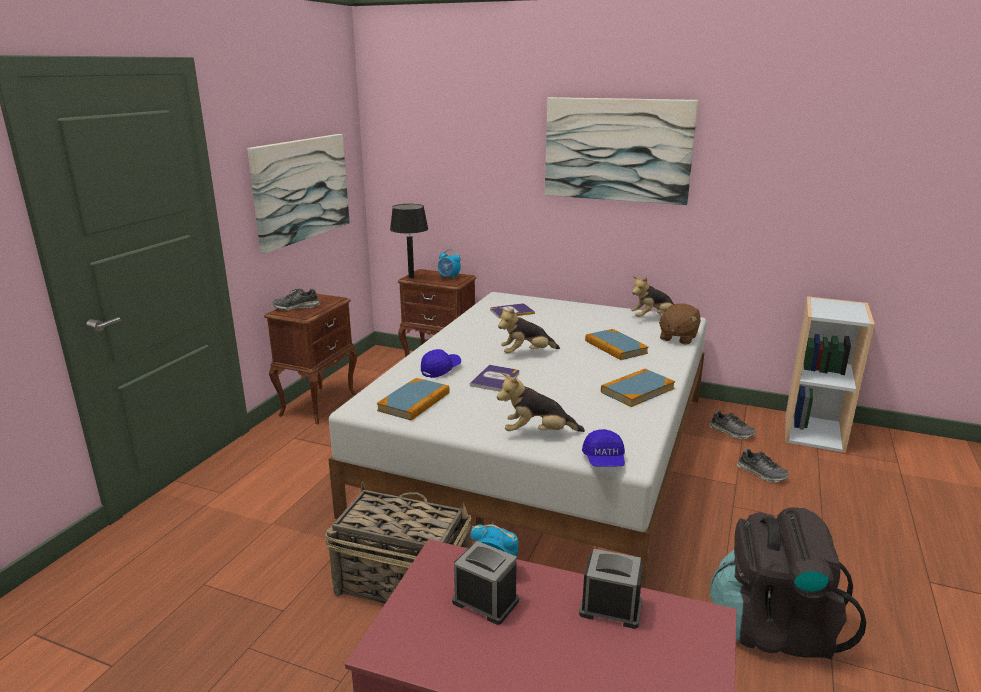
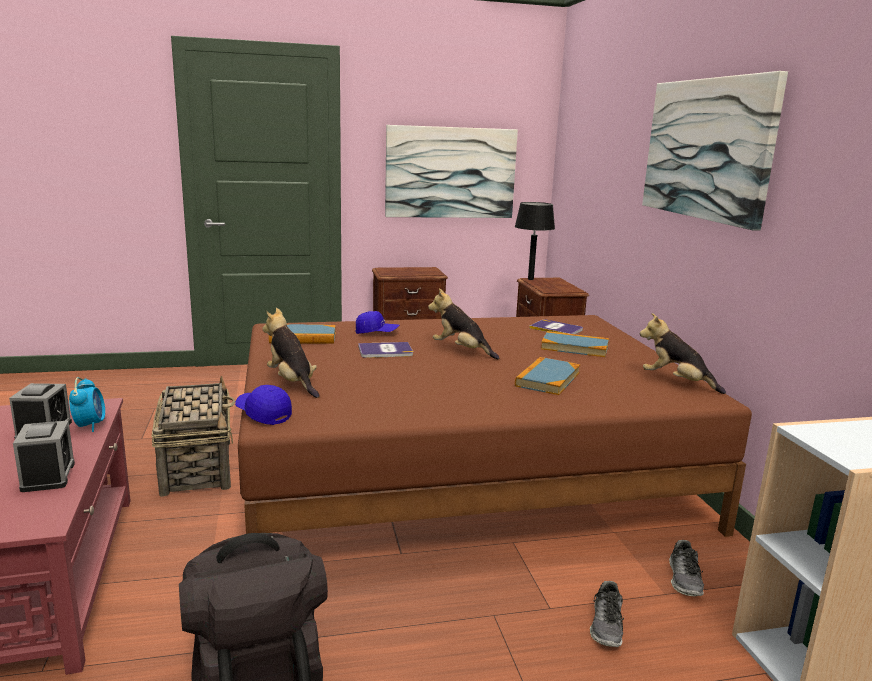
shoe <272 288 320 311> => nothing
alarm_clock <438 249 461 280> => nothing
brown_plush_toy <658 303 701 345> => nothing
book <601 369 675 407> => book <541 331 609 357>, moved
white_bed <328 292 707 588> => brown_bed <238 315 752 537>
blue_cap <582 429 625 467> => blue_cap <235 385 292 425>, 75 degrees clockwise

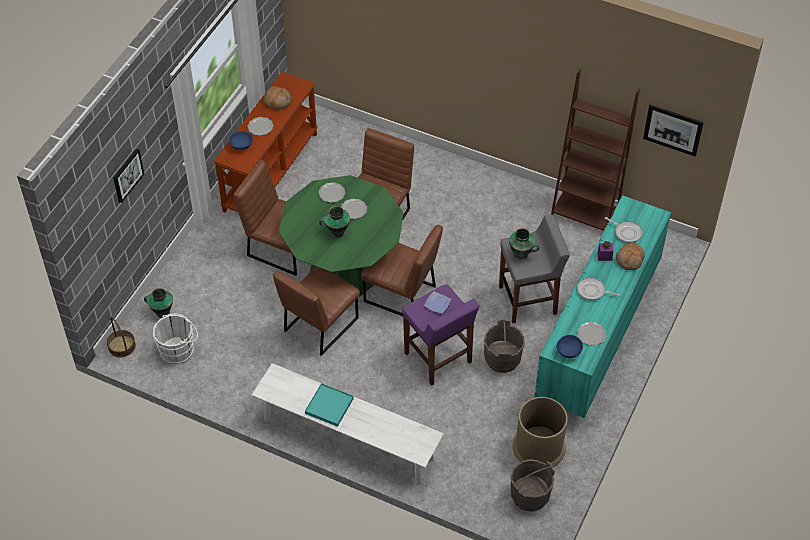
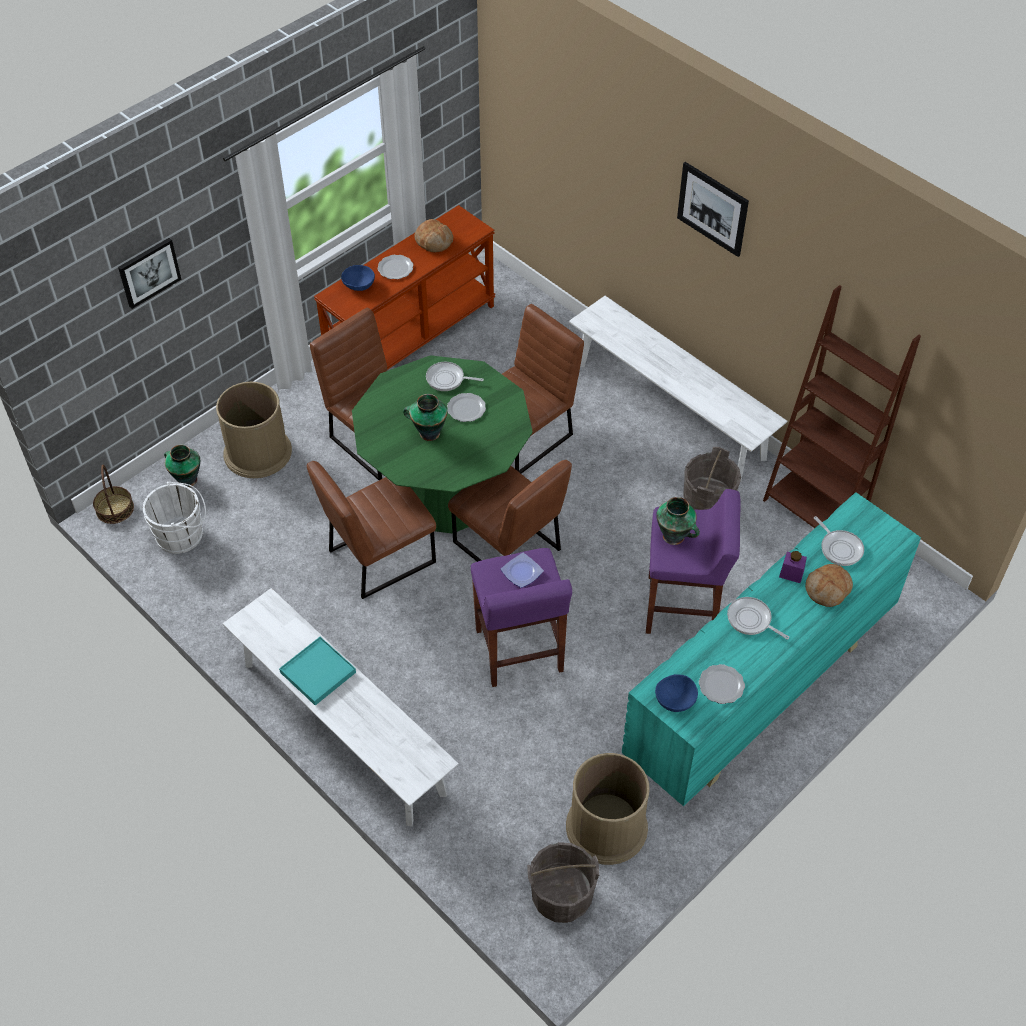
nothing => brown_trash_can <216 382 292 478>
nothing => white_bench <569 296 788 482>
grey_bucket <484 319 525 373> => grey_bucket <683 447 741 510>, moved
picture <643 105 704 157> => picture <677 162 749 257>, moved
plate <319 182 345 203> => frying_pan <426 362 484 391>
grey_stool <499 215 570 323> => purple_stool <646 489 741 634>

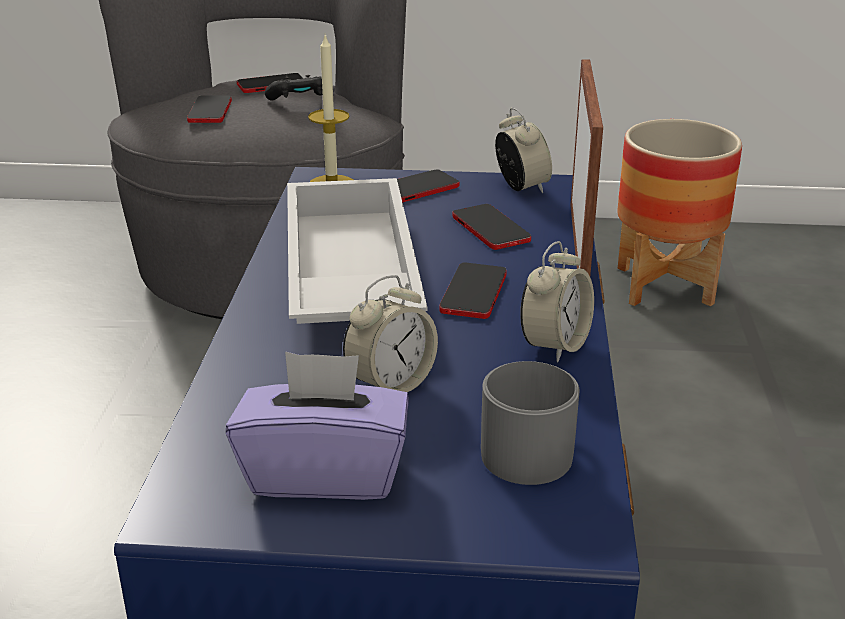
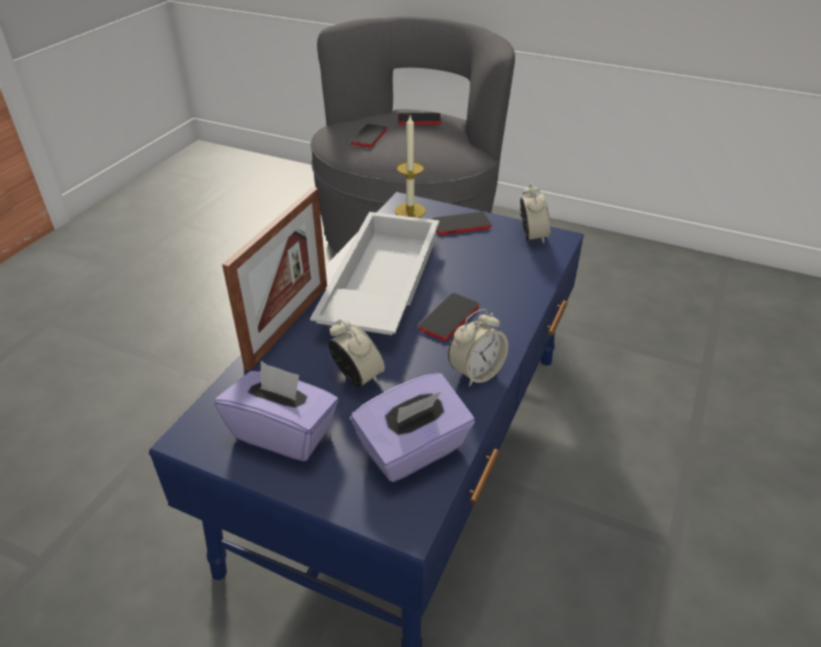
black_game_controller <265 75 323 101> => nothing
phone <452 204 531 250> => nothing
planter <617 119 742 306> => nothing
picture_frame <571 59 603 276> => picture_frame <222 187 327 370>, moved
grey_mug <481 361 580 485> => purple_tissue_box <351 373 475 482>
alarm_clock <343 275 438 392> => alarm_clock <328 319 385 387>, 105 degrees counterclockwise

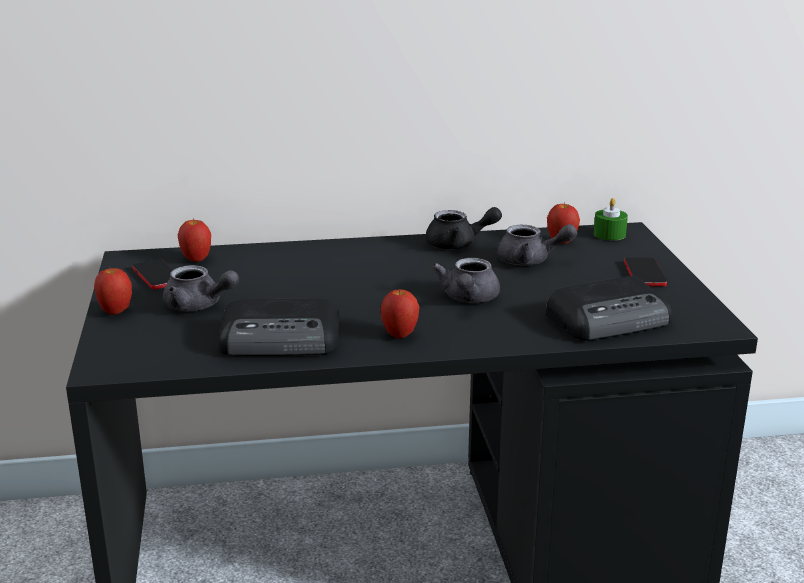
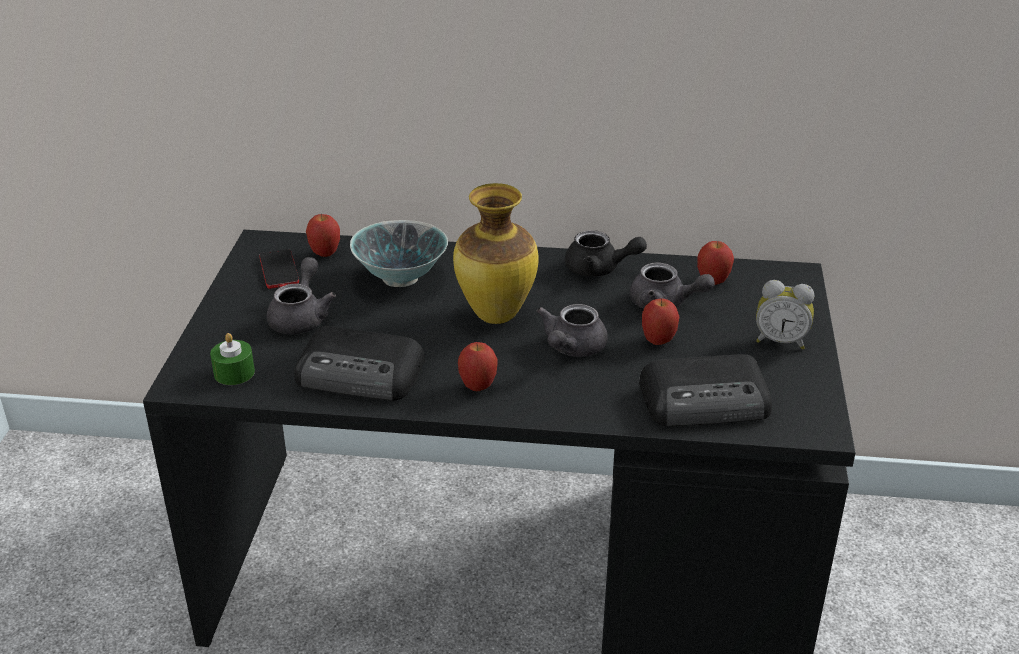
nothing => bowl <350 220 448 287>
nothing => vase <453 183 539 324>
apple <94 267 132 315> => apple <642 298 679 345>, moved
green_candle <594 198 628 241> => green_candle <210 333 255 385>, moved
phone <624 257 667 286> => alarm_clock <756 280 814 349>
grey_teapot <163 265 239 311> => grey_teapot <267 257 336 334>, 120 degrees counterclockwise

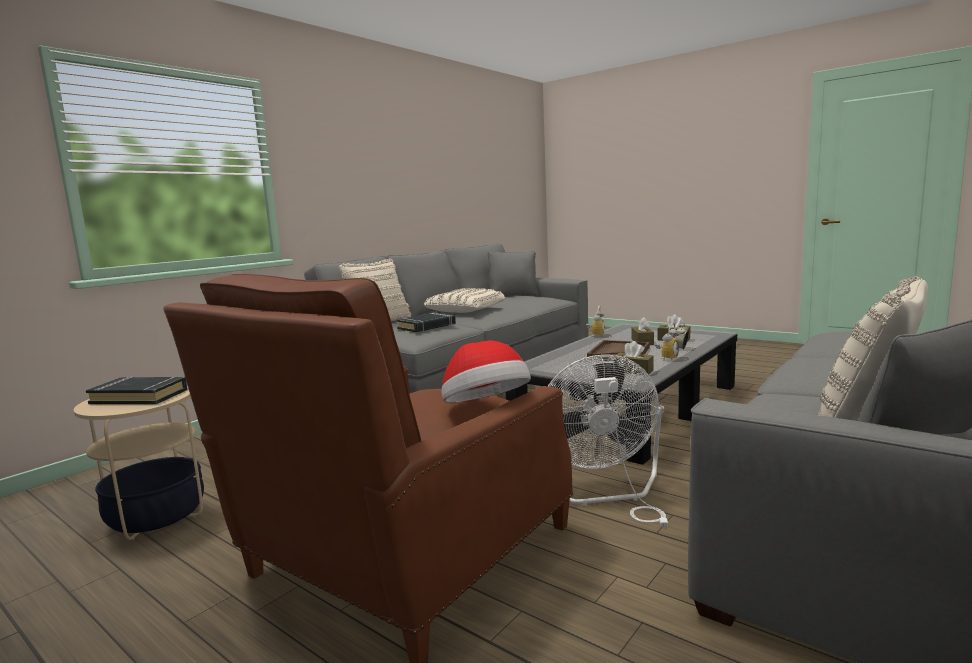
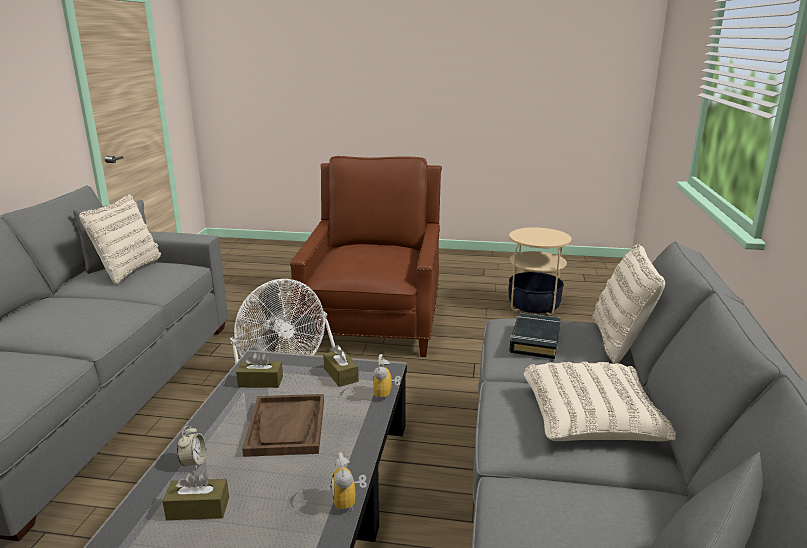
black_book <86 376 187 405> => nothing
hat <441 341 531 403> => nothing
brown_tissue_box <631 317 654 345> => brown_tissue_box <323 345 359 387>, moved
alarm_clock <655 323 679 360> => alarm_clock <373 354 401 400>, moved

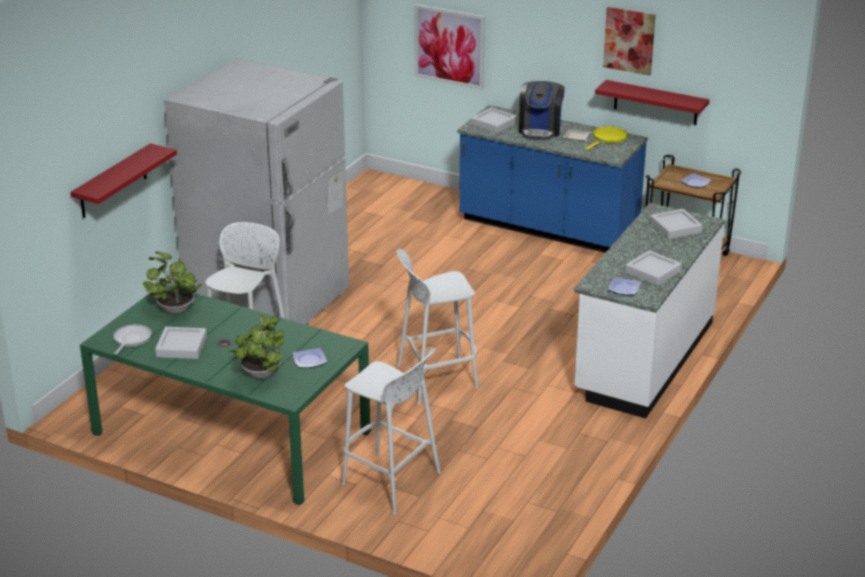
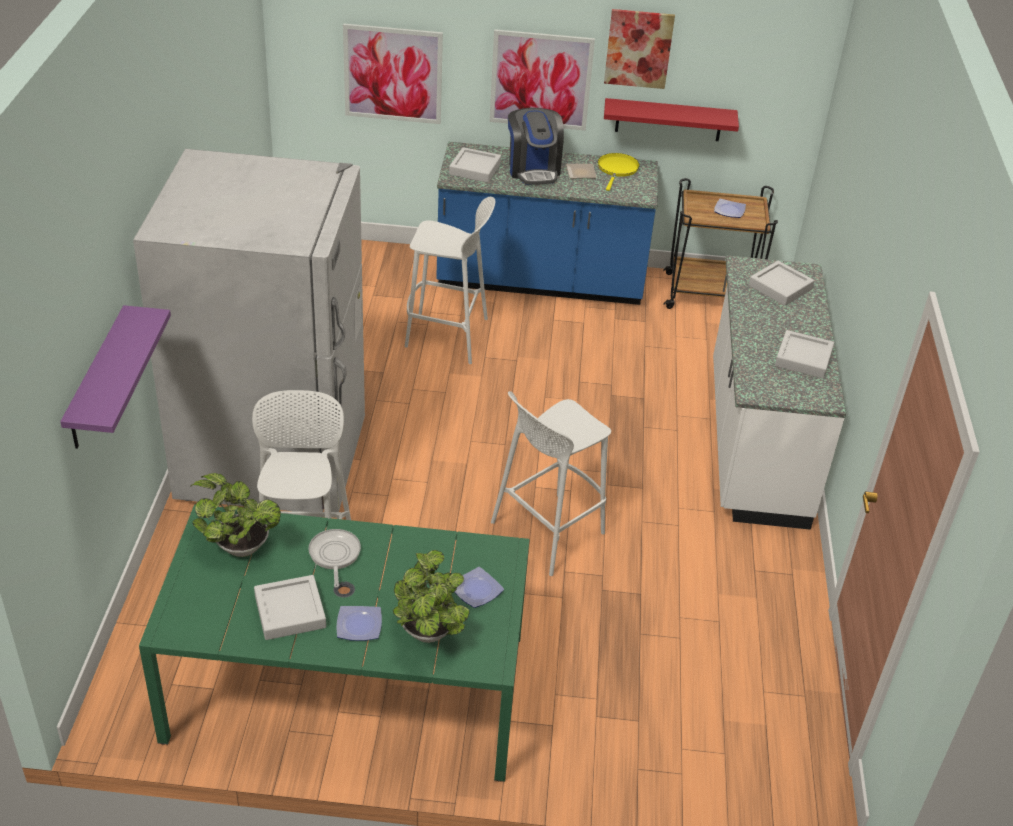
nothing => picture <490 29 595 131>
frying_pan <113 324 152 354> => frying_pan <308 529 361 588>, moved
white_stool <342 348 441 515> => white_stool <405 197 495 364>, moved
plate <608 277 641 295> => plate <336 606 382 641>, moved
red_shelf <70 143 177 218> => purple_shelf <60 305 171 449>

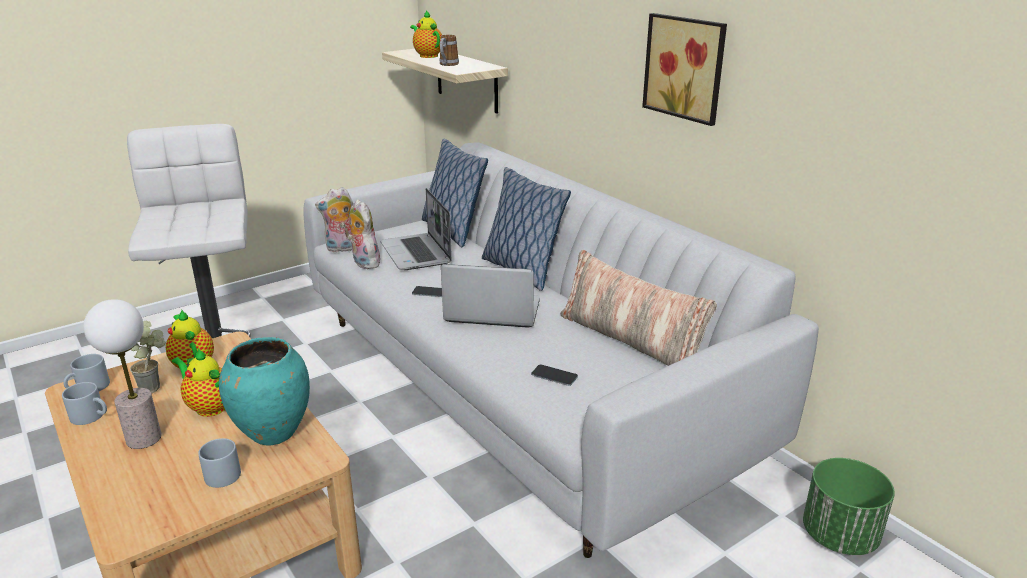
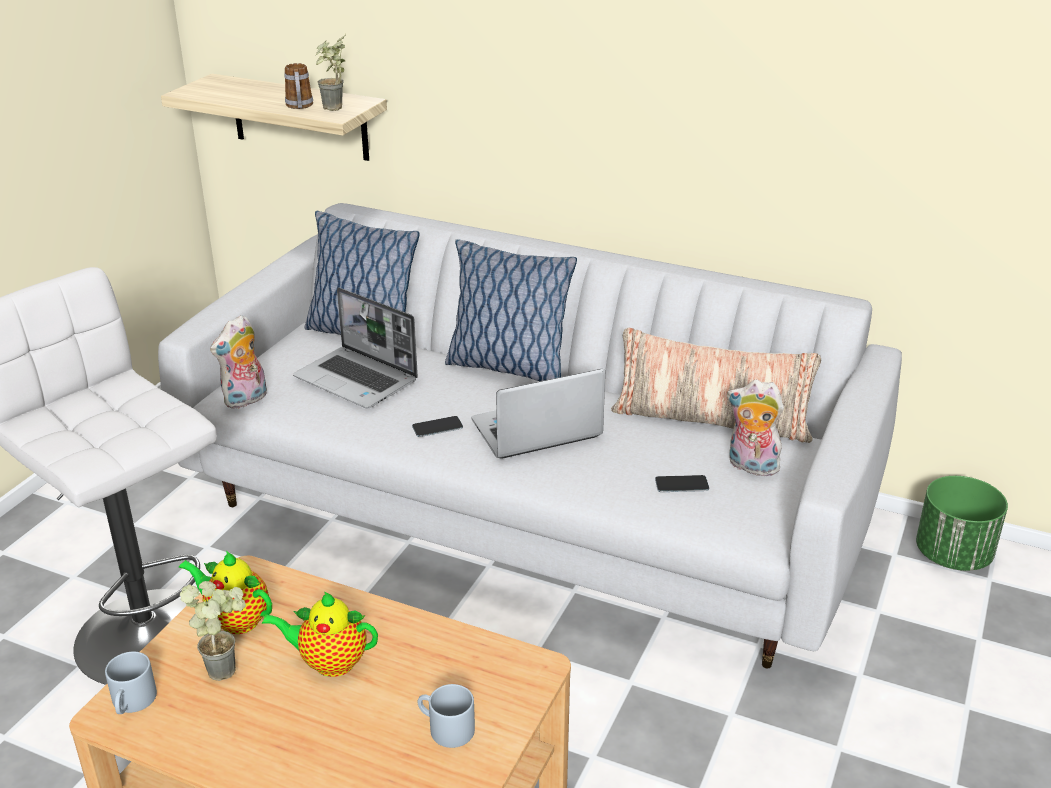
grey_mug <62 382 107 425> => nothing
table_lamp <84 299 162 449> => nothing
turquoise_vase <219 337 310 445> => nothing
teapot <410 10 442 58> => nothing
picture <642 13 727 126> => nothing
nothing => potted_plant <316 34 346 111>
plush_toy <347 199 380 269> => plush_toy <727 380 785 476>, moved

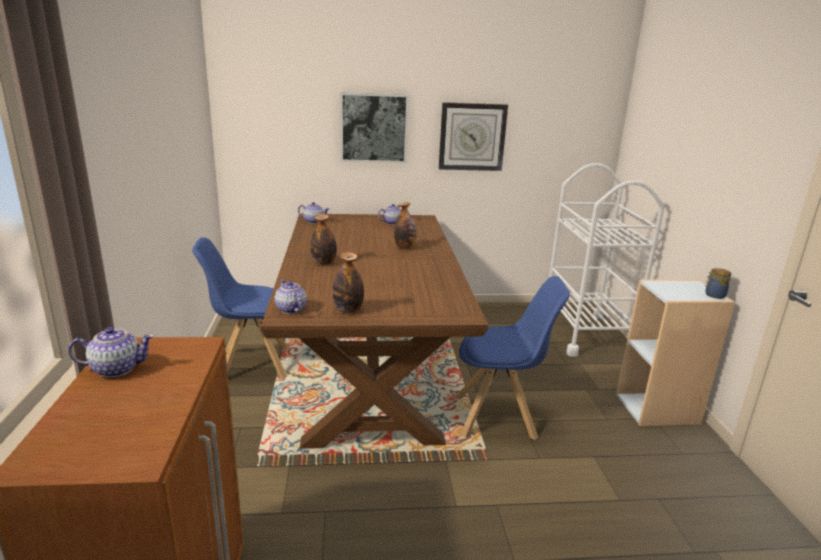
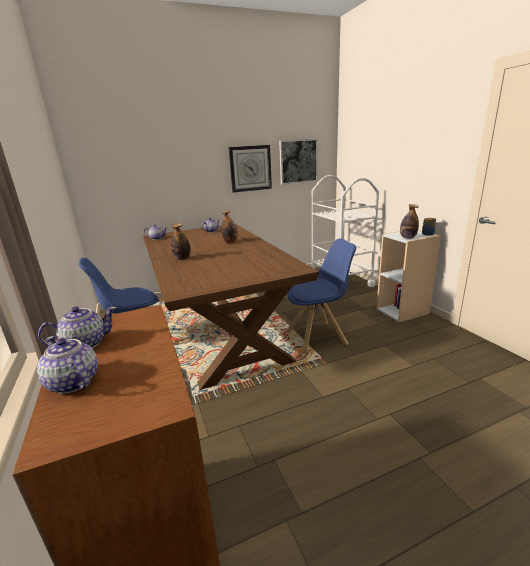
teapot <274 280 307 314> => teapot <37 336 98 394>, moved
bottle <332 252 364 313> => bottle <400 204 419 239>, moved
picture <340 92 409 163> => picture <279 139 318 185>, moved

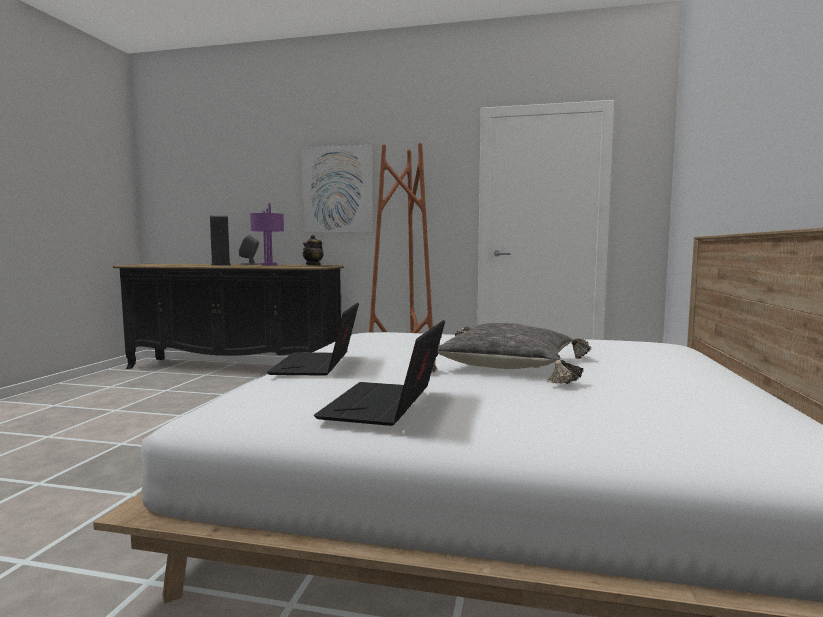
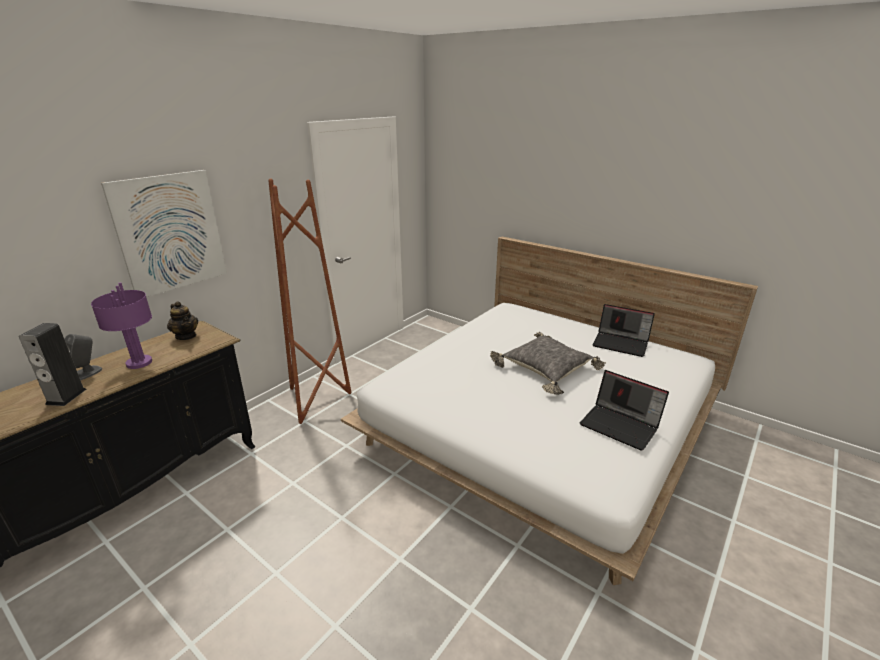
laptop <267 302 359 376> => laptop <592 304 655 357>, moved

